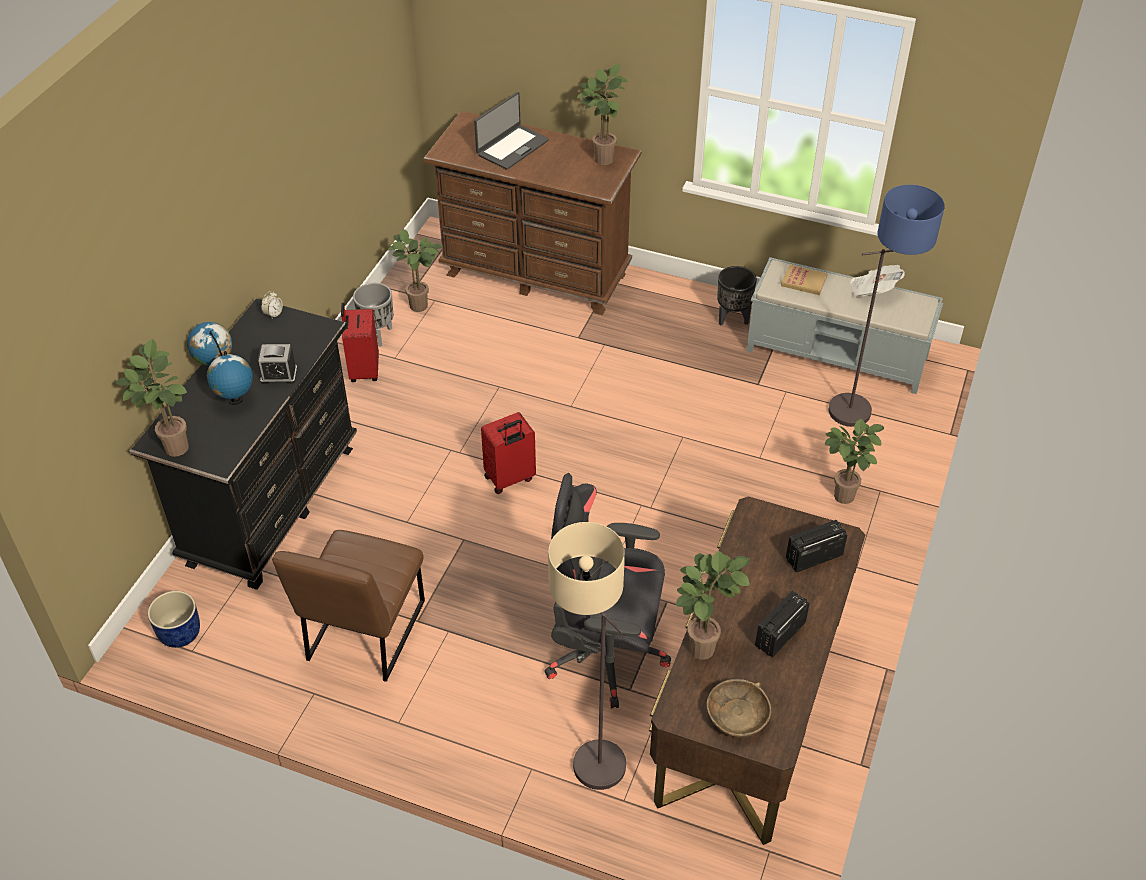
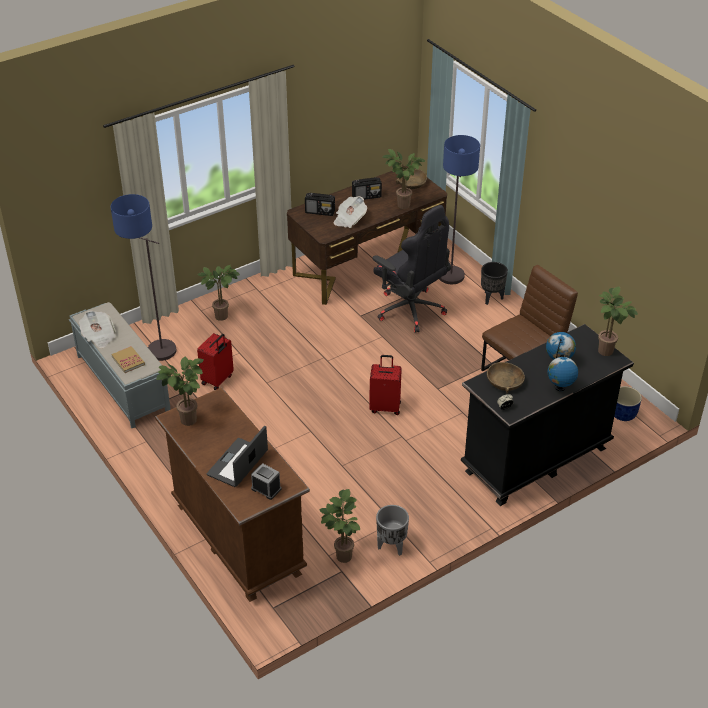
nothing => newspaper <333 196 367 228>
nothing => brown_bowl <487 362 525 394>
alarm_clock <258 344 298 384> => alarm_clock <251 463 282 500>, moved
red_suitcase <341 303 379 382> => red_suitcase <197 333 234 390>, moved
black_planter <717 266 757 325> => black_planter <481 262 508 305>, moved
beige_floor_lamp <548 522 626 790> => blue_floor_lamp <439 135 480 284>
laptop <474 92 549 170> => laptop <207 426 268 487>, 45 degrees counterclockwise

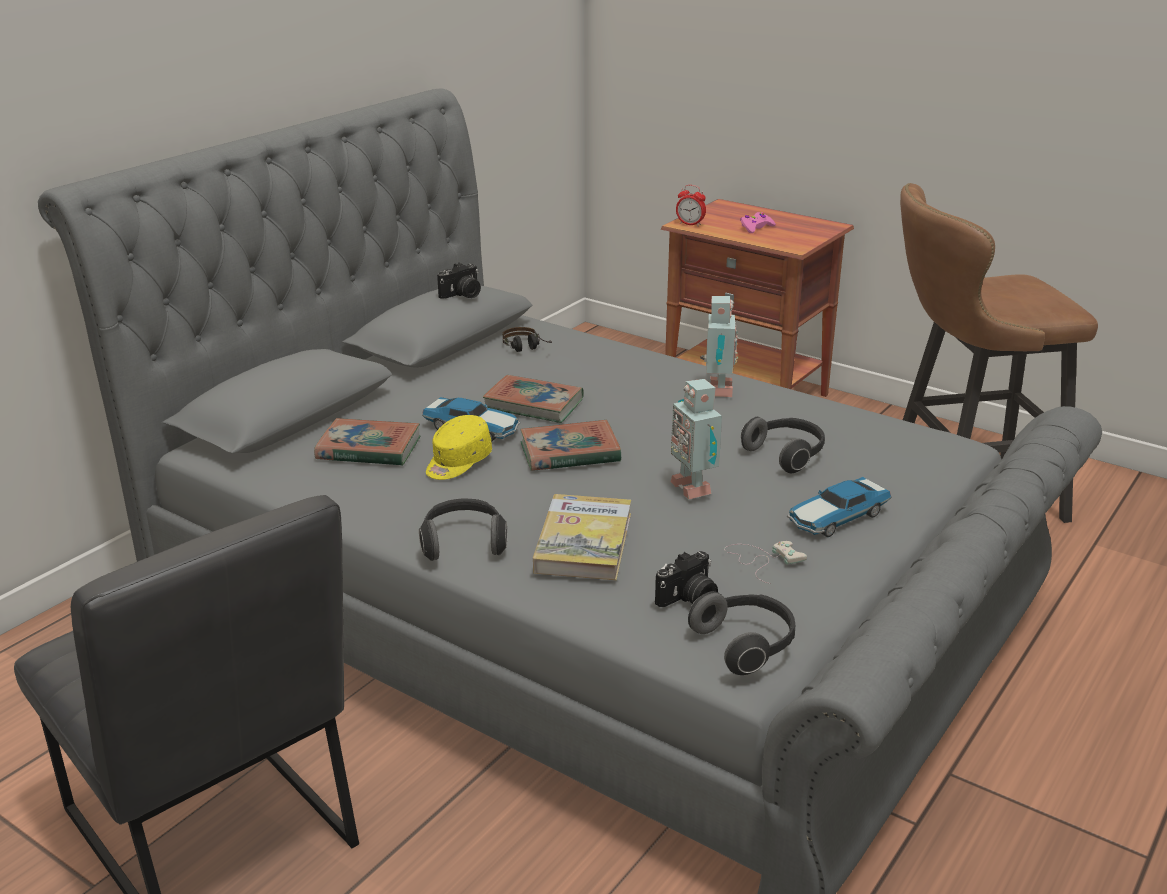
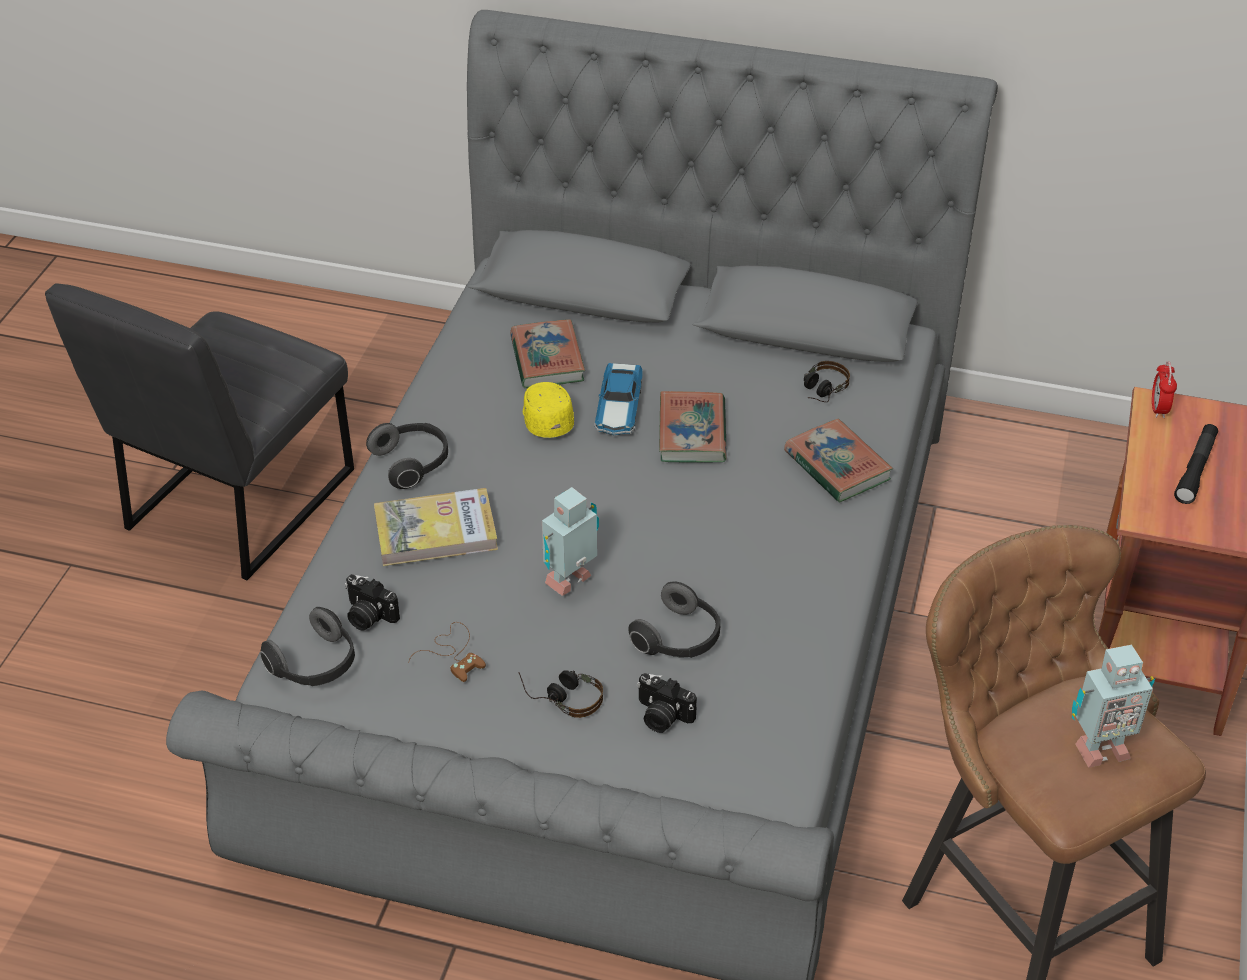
photo_camera <437 262 481 299> => photo_camera <637 673 697 733>, moved
book <520 420 621 471> => book <784 419 893 503>, moved
toy_robot <700 296 738 397> => toy_robot <1072 645 1155 768>, moved
pink_game_controller <740 212 776 233> => black_flashlight <1174 424 1218 504>
toy_car <787 477 891 537> => headphones <518 670 603 718>
white_game_controller <724 541 807 584> => brown_game_controller <409 622 486 682>
yellow_cap <426 415 492 480> => yellow_cap <523 382 574 438>, 60 degrees clockwise

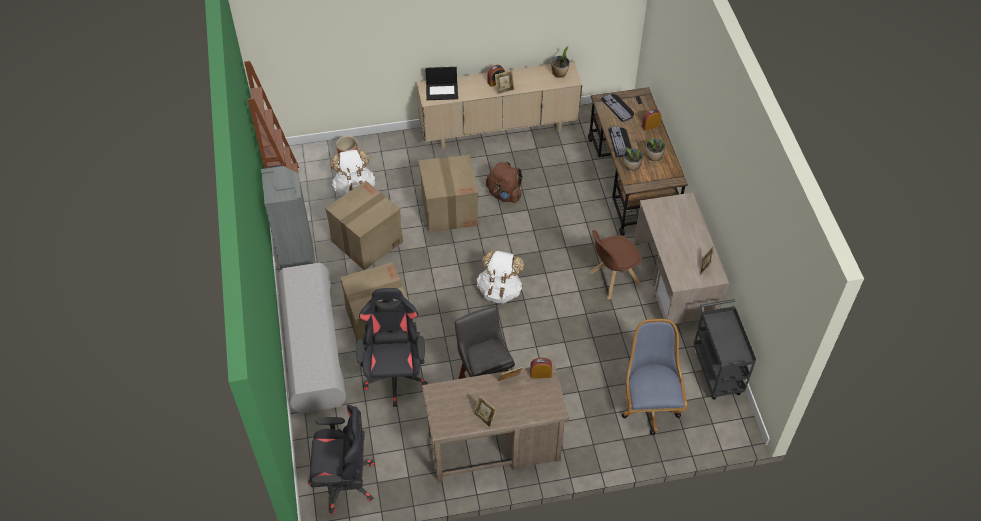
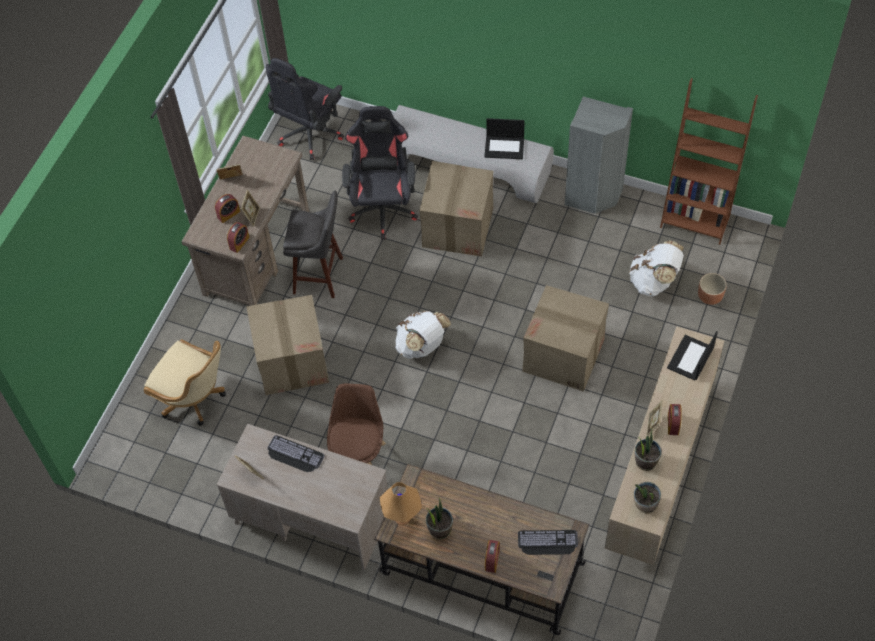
brown_backpack <486 162 523 203> => nothing
grey_cart <693 299 756 400> => nothing
nothing => alarm_clock <215 194 240 223>
nothing => orange_table_lamp <380 482 422 525>
nothing => laptop <484 118 525 159>
cardboard_box <325 181 403 270> => cardboard_box <246 295 329 395>, moved
keyboard <608 126 632 157> => keyboard <268 435 325 472>, moved
potted_plant <624 147 643 172> => potted_plant <634 428 662 471>, moved
blue_office_chair <622 319 687 435> => beige_office_chair <144 339 226 426>
black_office_chair <356 288 428 407> => black_office_chair <342 106 418 240>, 120 degrees counterclockwise

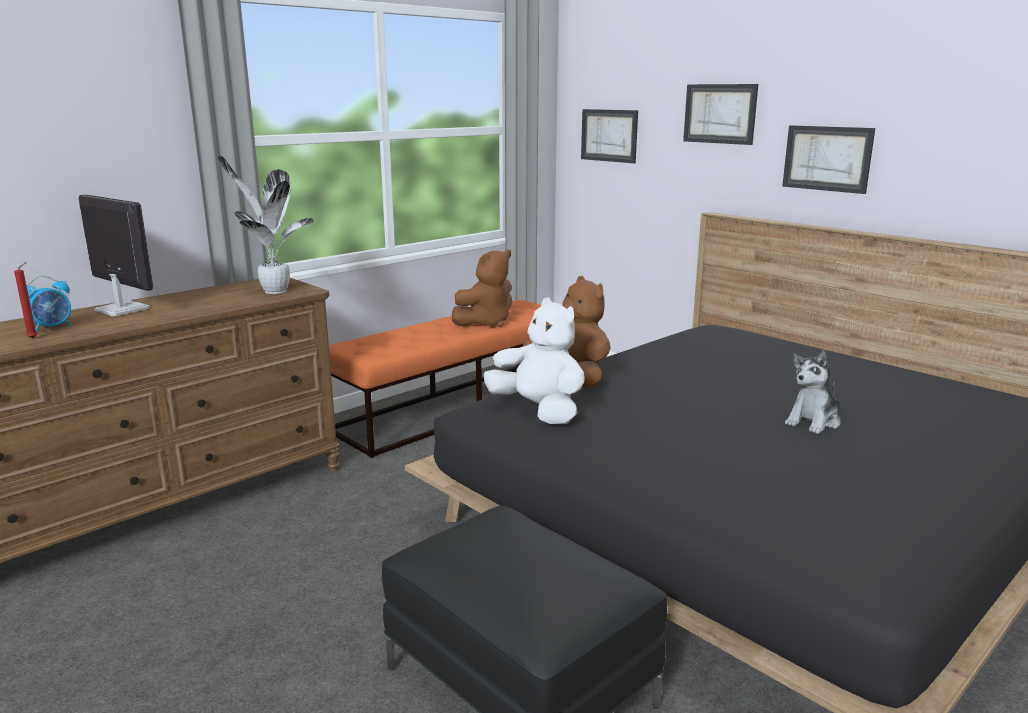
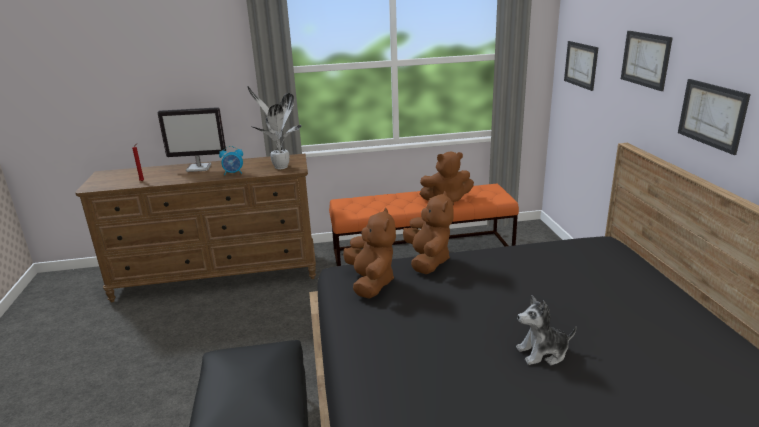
alarm_clock <26 276 72 332> => alarm_clock <219 146 243 175>, moved
white_plush_toy <484 298 585 424> => brown_plush_toy <343 208 396 299>
monitor <79 194 153 316> => monitor <157 107 226 172>, 105 degrees clockwise

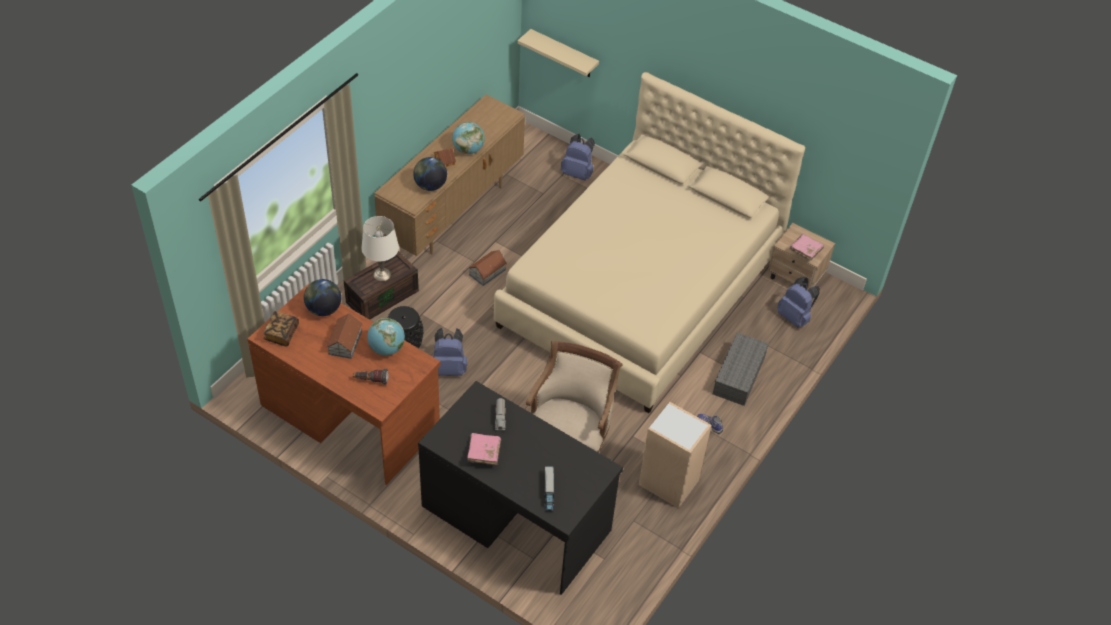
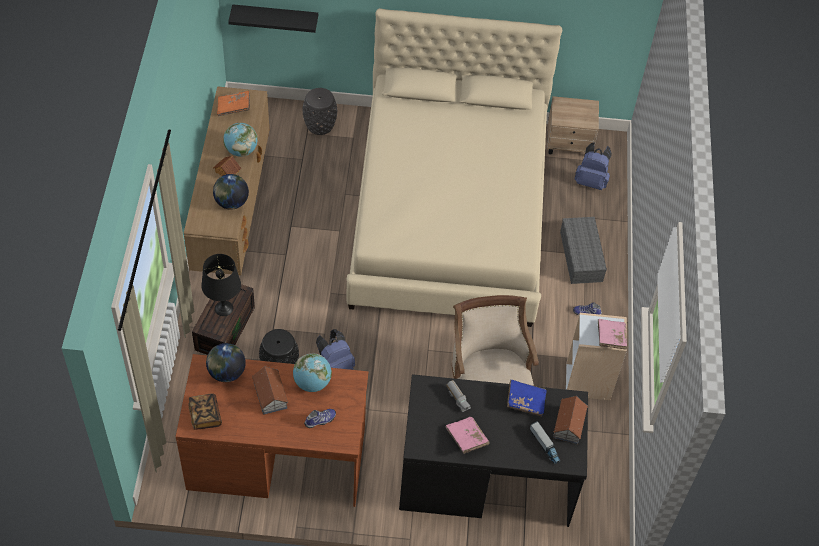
nothing => orange_book <217 91 250 116>
nothing => blue_book <507 379 546 416>
toy_house <468 250 507 286> => toy_house <553 396 588 444>, moved
pink_book <790 234 824 261> => pink_book <598 319 627 350>, moved
flashlight <353 369 389 385> => shoe <304 409 336 428>
blue_backpack <561 134 595 181> => grey_stool <303 88 337 135>
white_table_lamp <361 216 399 281> => black_table_lamp <201 254 241 316>
beige_shelf <517 29 599 77> => black_shelf <228 4 318 33>

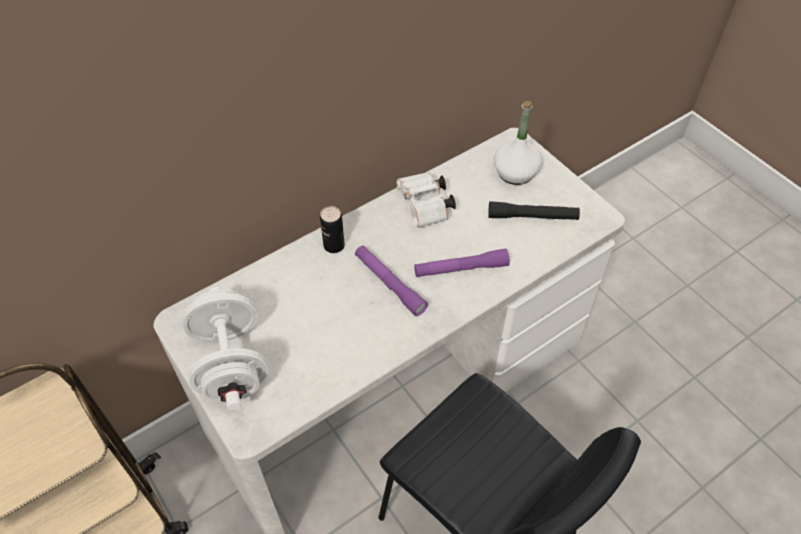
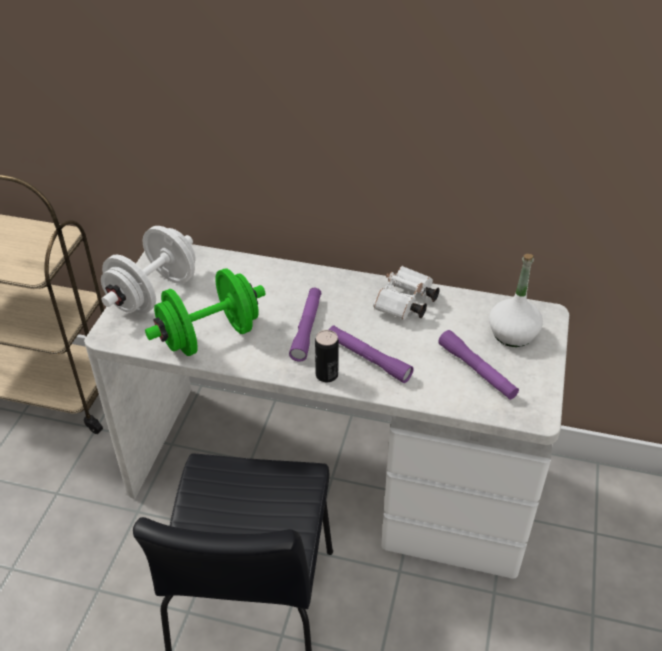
nothing => green_dumbbell <145 268 265 356>
can <320 206 345 253> => can <315 330 339 382>, moved
black_flashlight <488 201 580 220> => purple_flashlight <438 330 519 400>

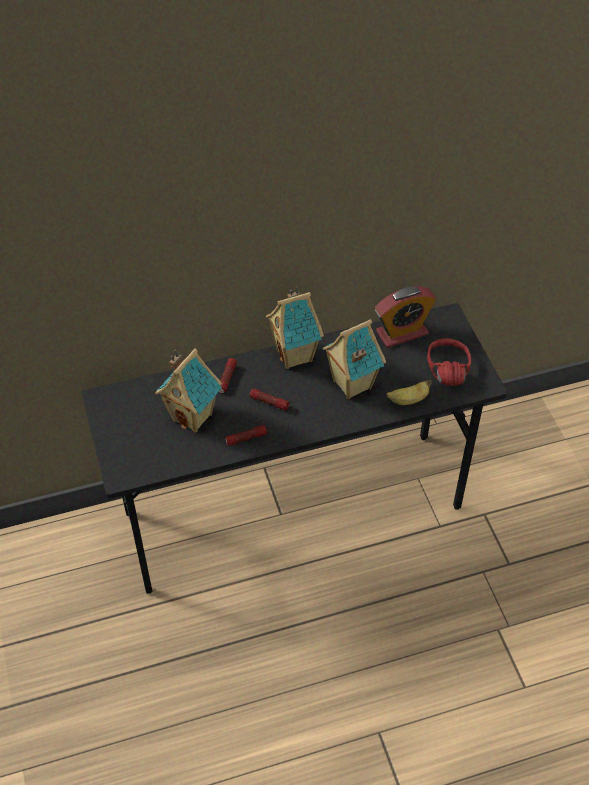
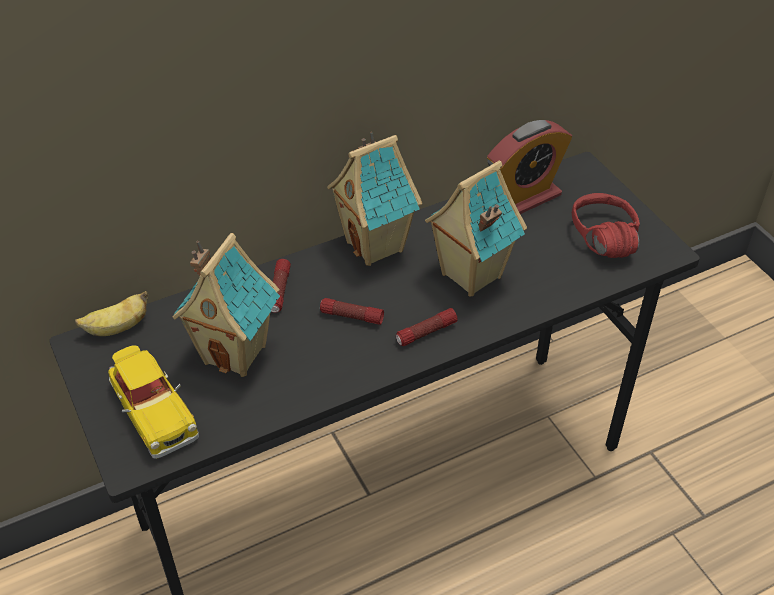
nothing => toy_car <108 345 199 459>
flashlight <225 425 267 446> => flashlight <396 308 458 346>, moved
banana <386 380 432 405> => banana <75 291 149 336>, moved

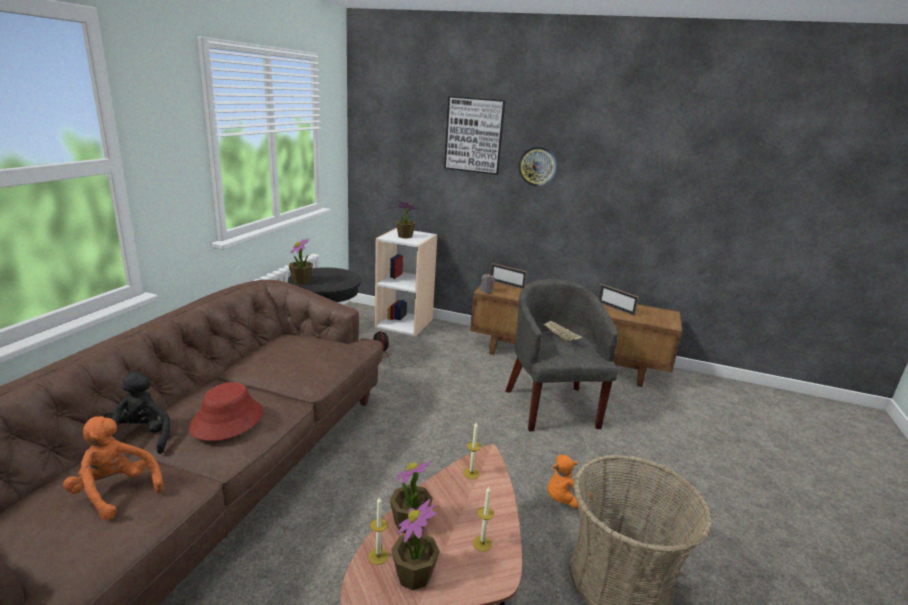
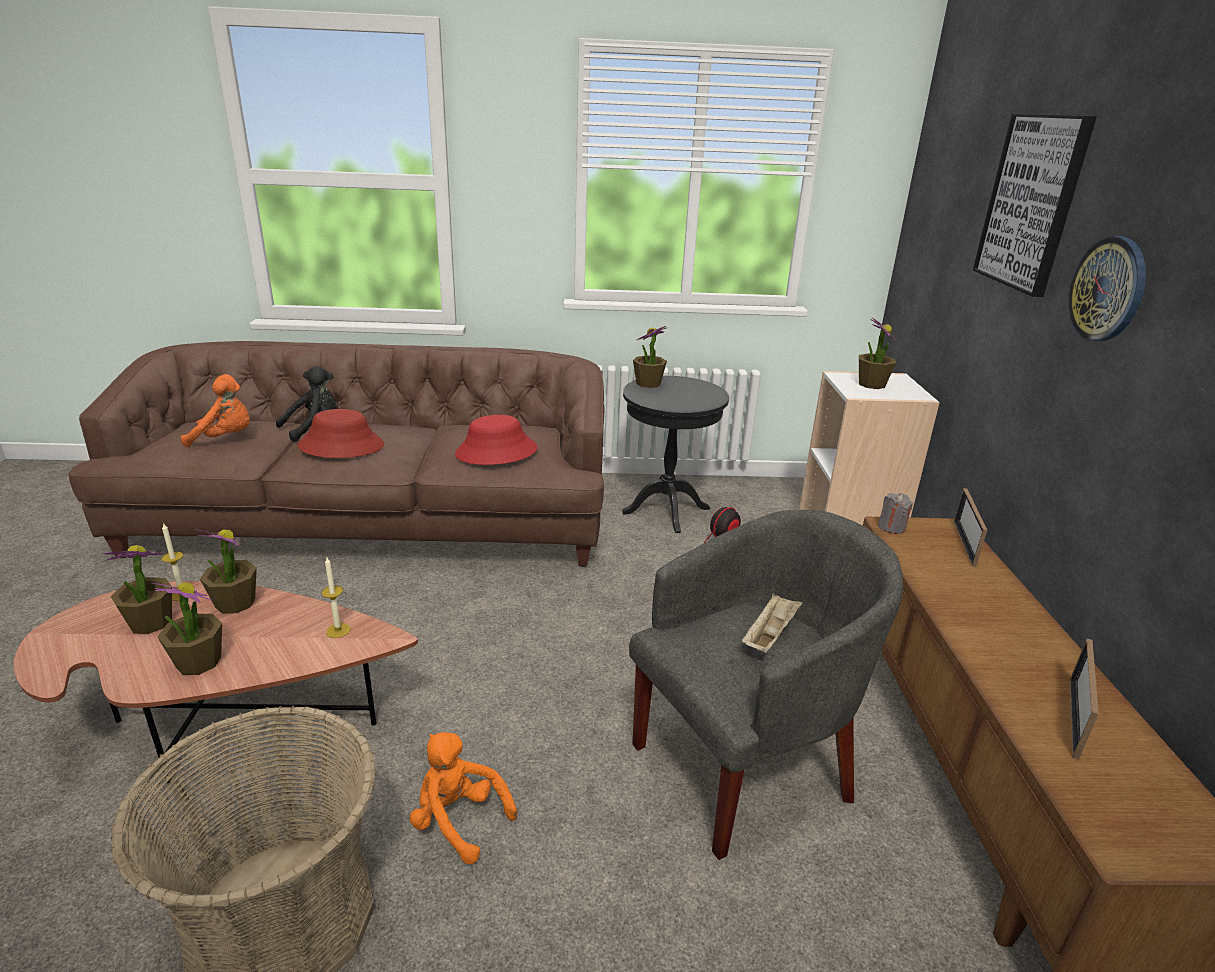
nothing => red_hat <455 415 538 465>
candle <473 487 494 552> => potted_plant <153 582 222 675>
orange_plush_toy <63 416 163 521> => orange_plush_toy <181 374 250 447>, 75 degrees clockwise

